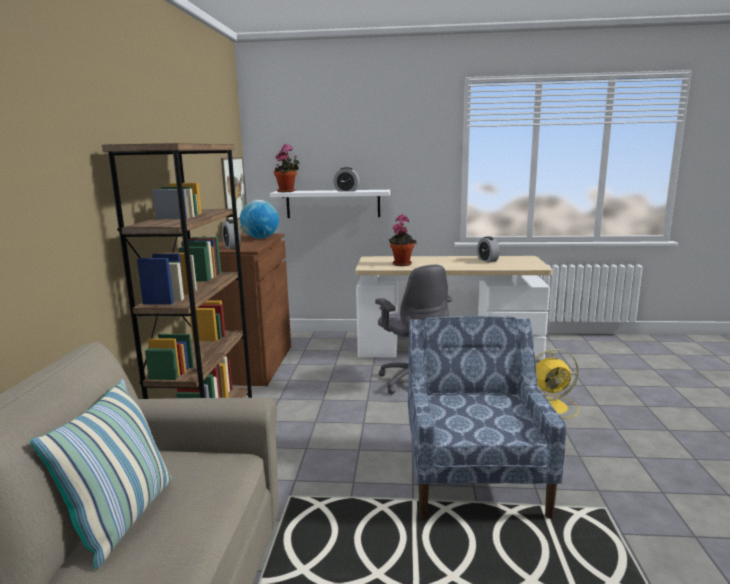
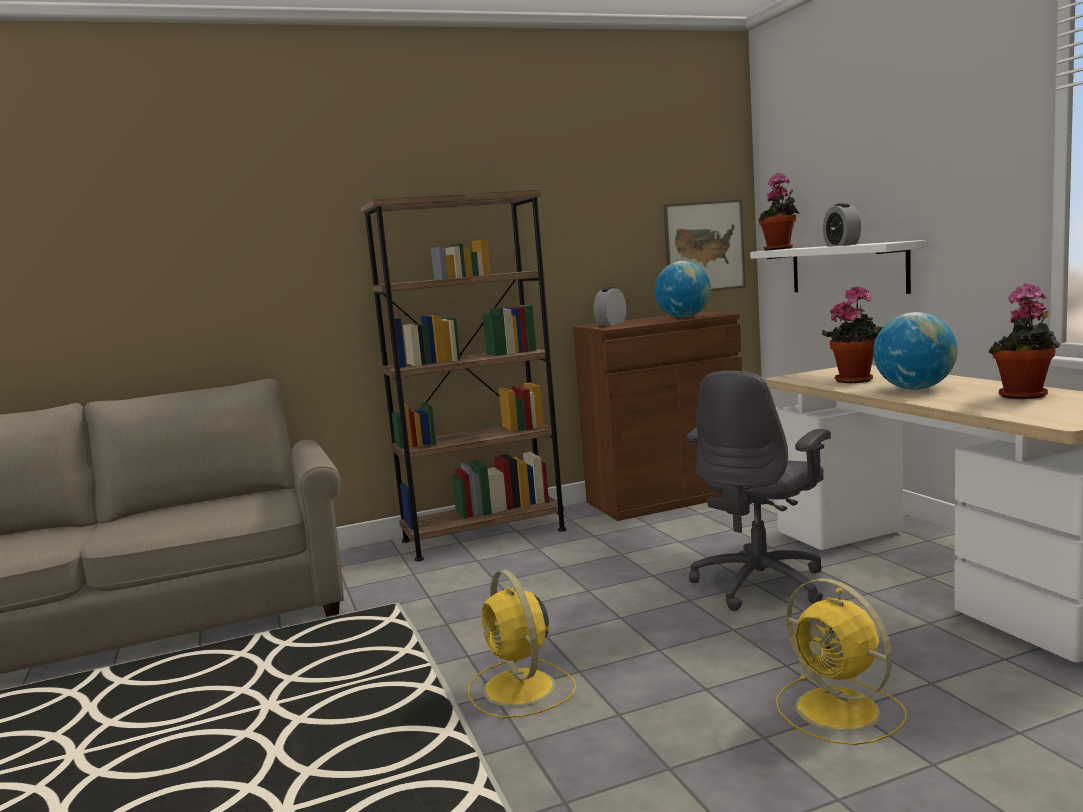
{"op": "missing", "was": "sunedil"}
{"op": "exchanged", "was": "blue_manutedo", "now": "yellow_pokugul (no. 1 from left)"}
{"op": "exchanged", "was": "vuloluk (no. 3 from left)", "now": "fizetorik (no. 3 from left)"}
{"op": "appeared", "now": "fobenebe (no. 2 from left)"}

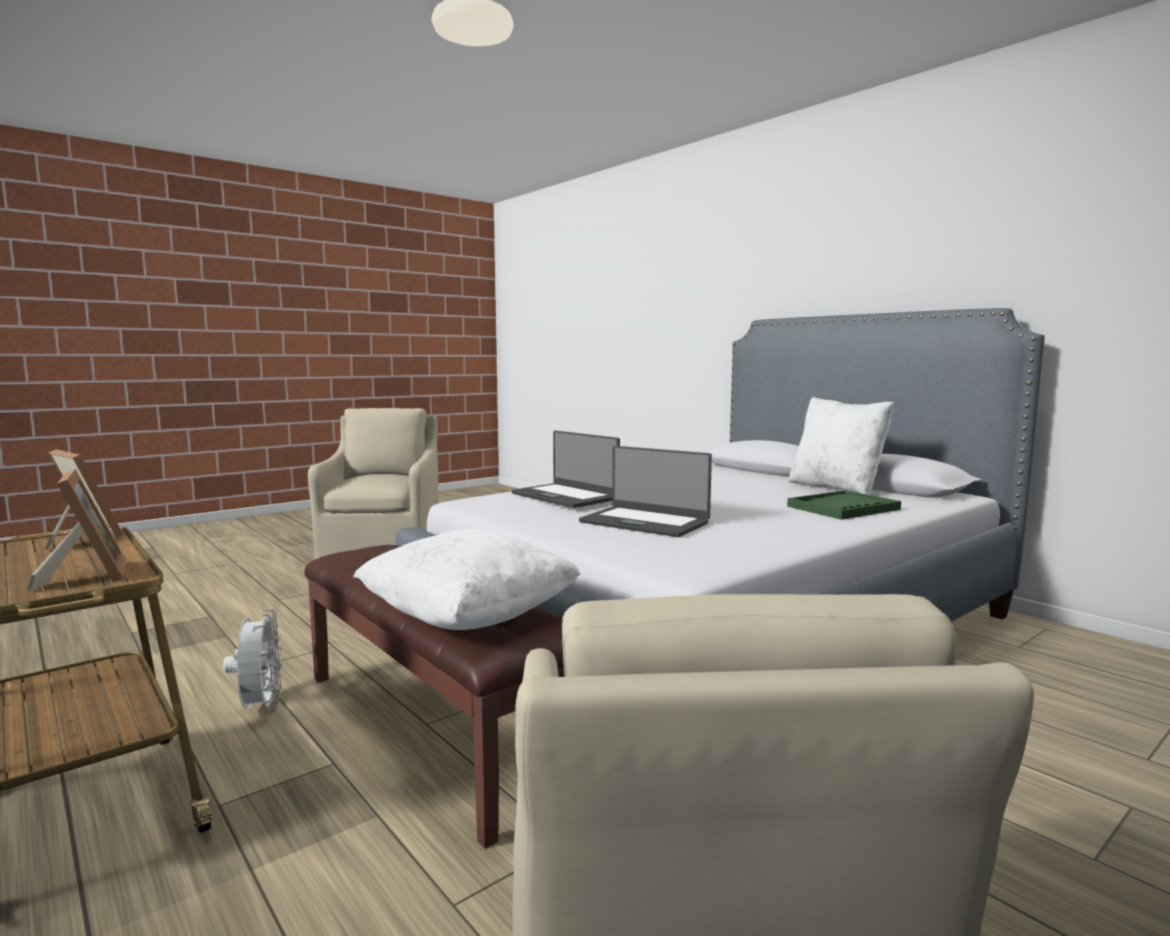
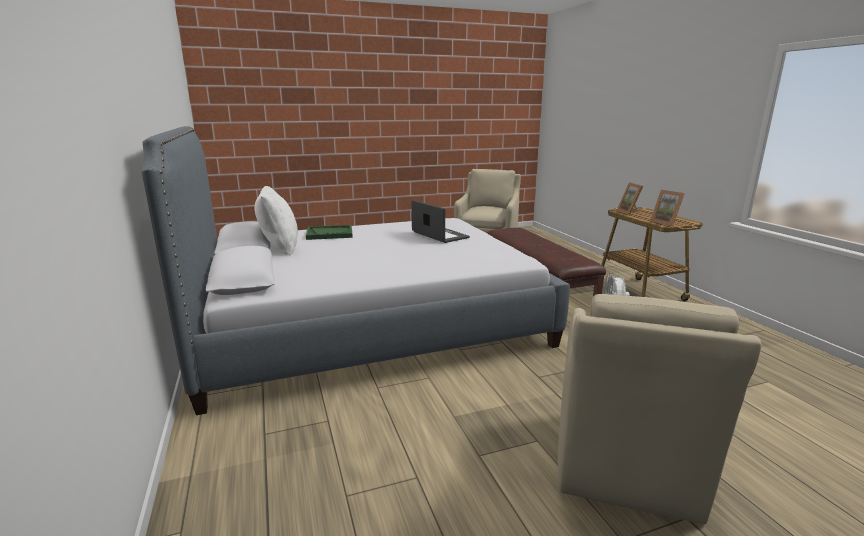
{"op": "missing", "was": "white_sunedil (no. 1 from left)"}
{"op": "missing", "was": "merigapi (no. 1 from left)"}

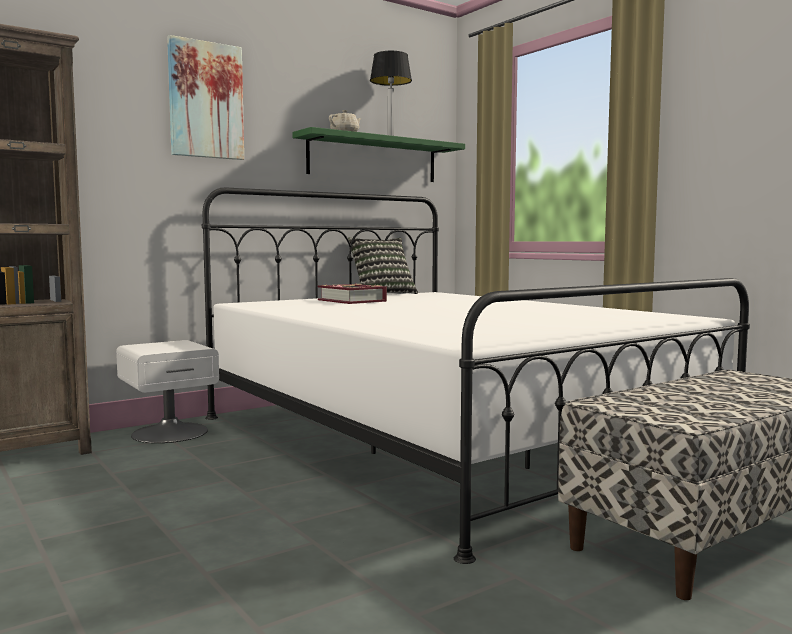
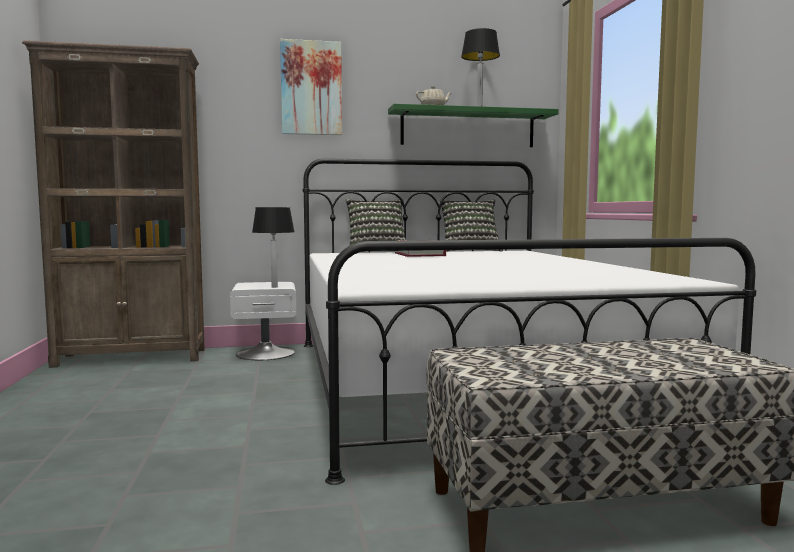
{"op": "appeared", "now": "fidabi (no. 1 from left)"}
{"op": "appeared", "now": "sunedil (no. 1 from left)"}

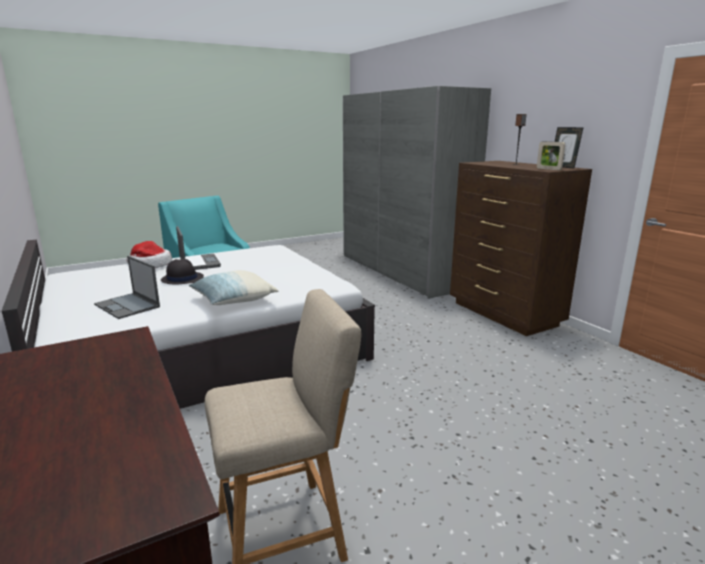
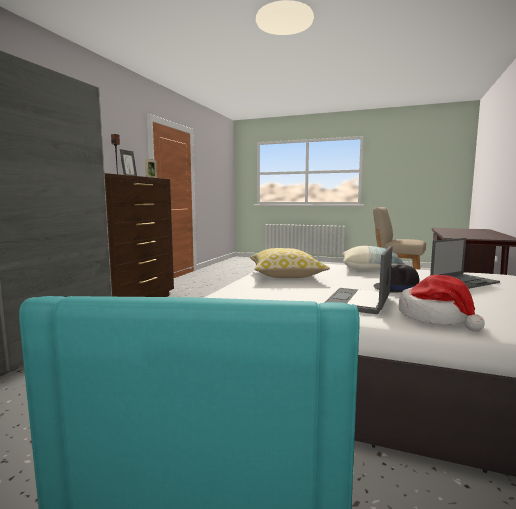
{"op": "spun", "was": "merigapi (no. 1 from left in the first image)", "clockwise": 60}
{"op": "appeared", "now": "sunedil (no. 1 from left)"}

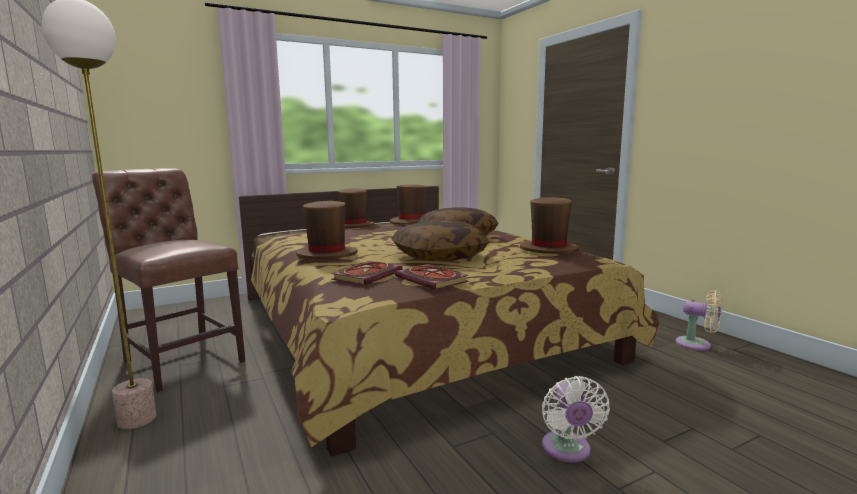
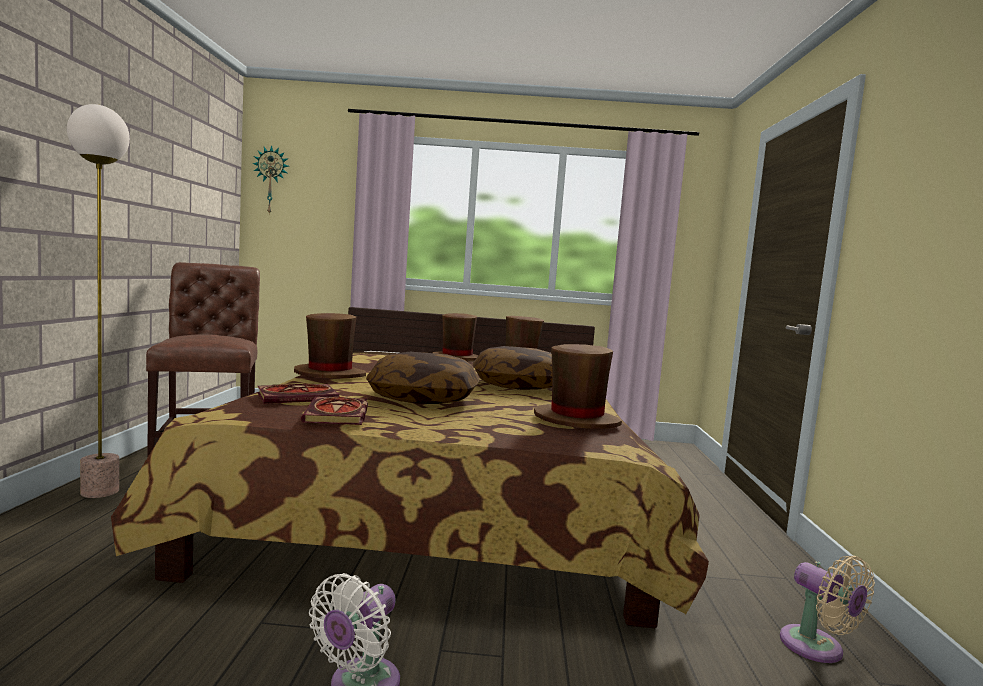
{"op": "appeared", "now": "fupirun"}

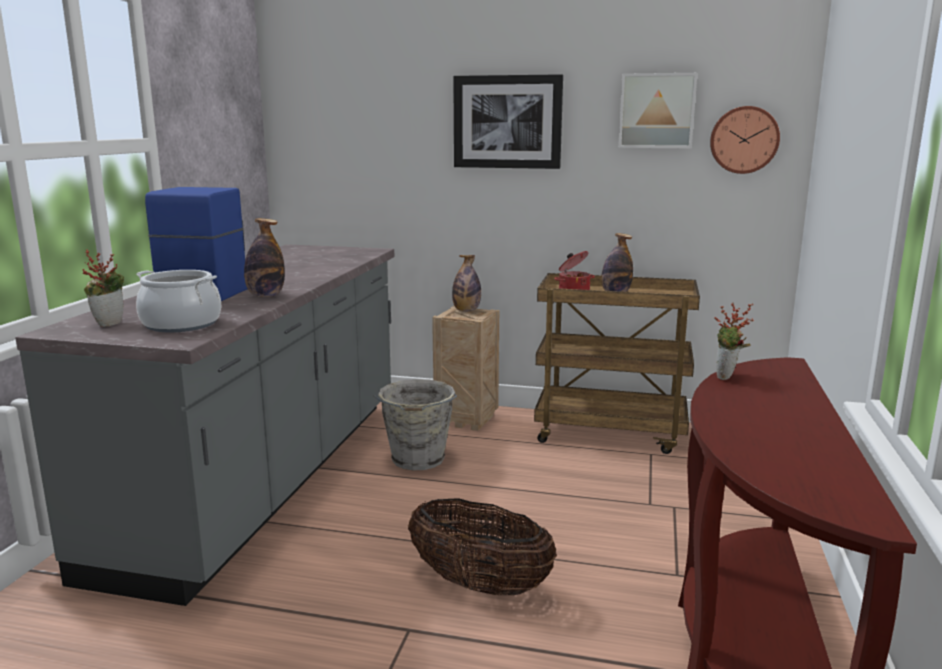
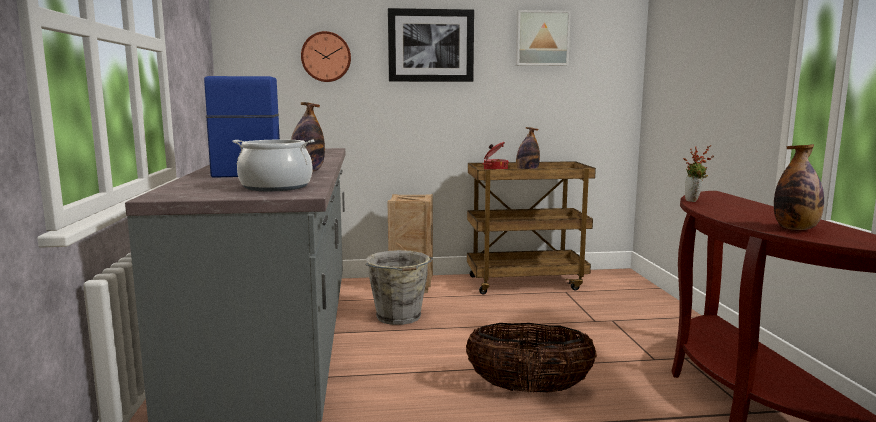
{"op": "missing", "was": "fizetorik (no. 1 from left)"}
{"op": "relocated", "was": "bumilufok (no. 2 from left in the first image)", "now": "bumilufok (no. 3 from left)"}
{"op": "relocated", "was": "fupirun"}

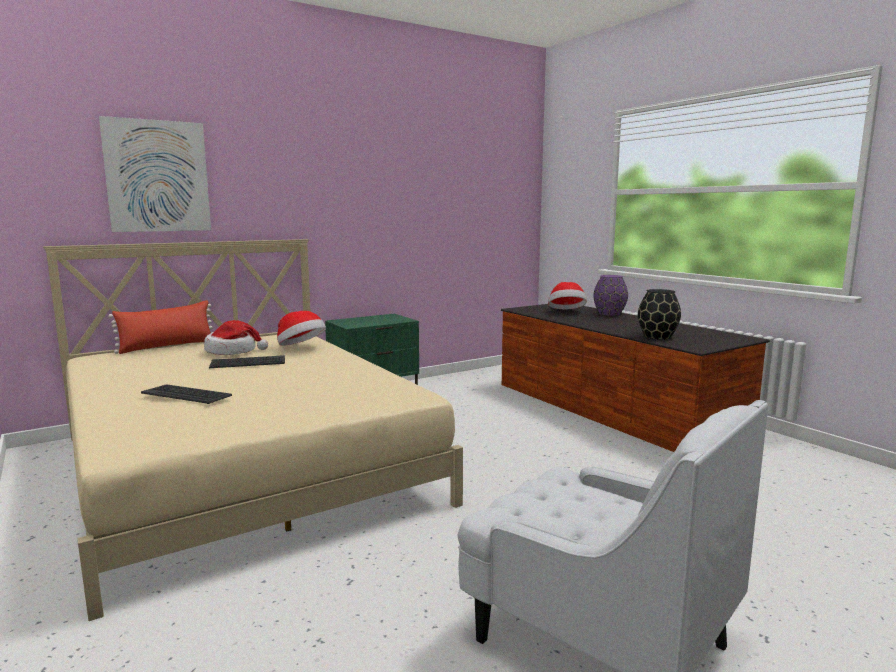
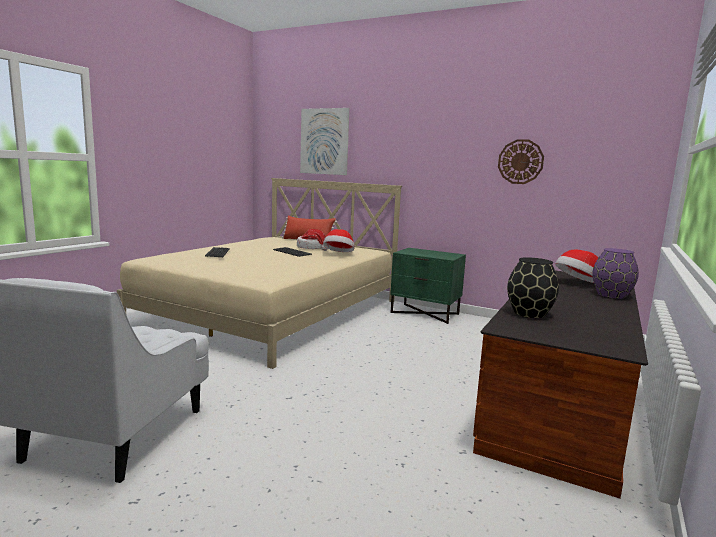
{"op": "appeared", "now": "fupirun"}

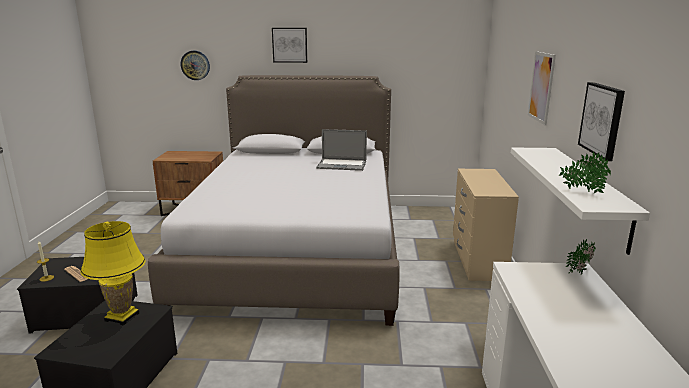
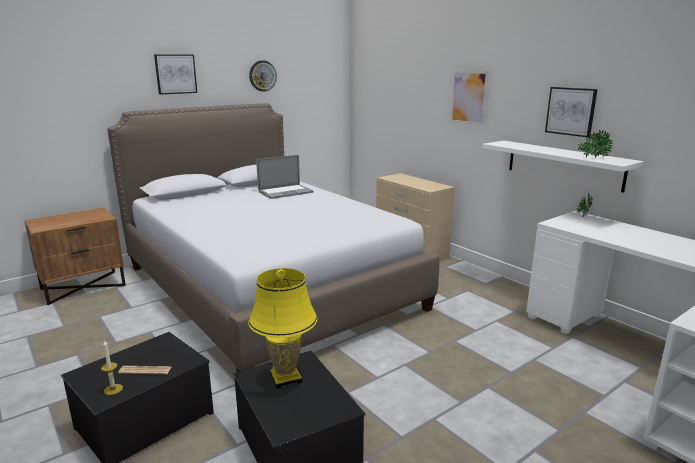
{"op": "relocated", "was": "fupirun"}

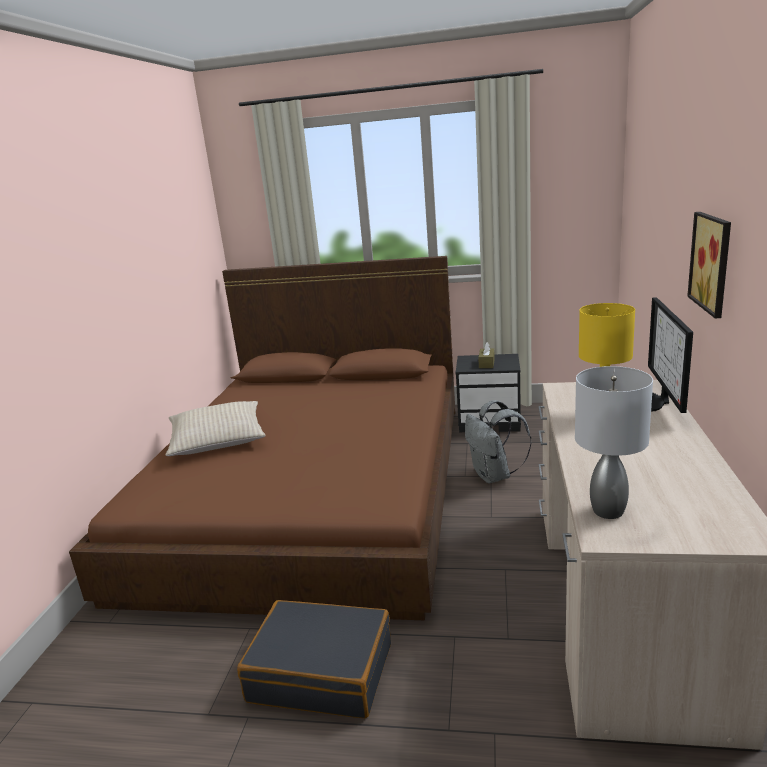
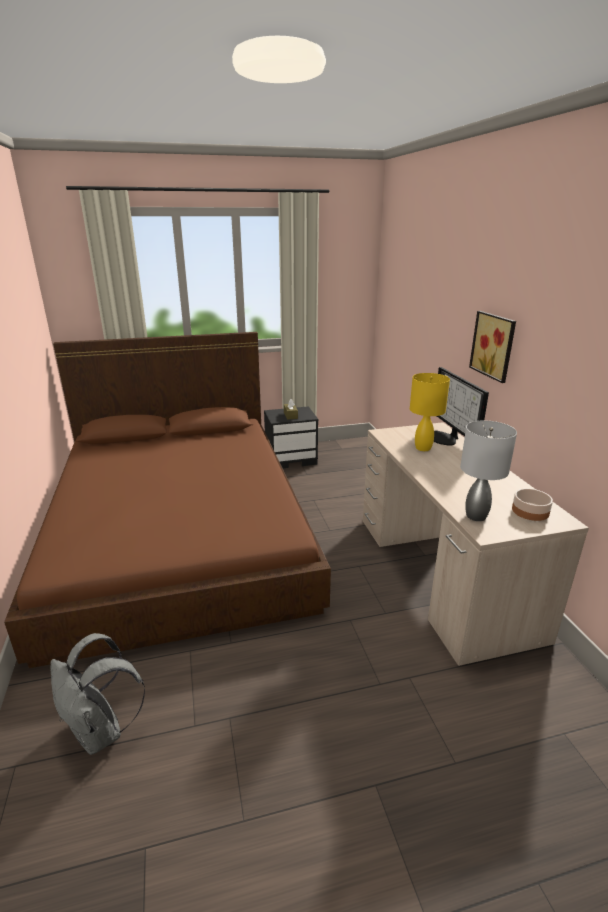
{"op": "missing", "was": "beige_sunedil"}
{"op": "missing", "was": "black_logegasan"}
{"op": "relocated", "was": "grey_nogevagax"}
{"op": "appeared", "now": "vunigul"}

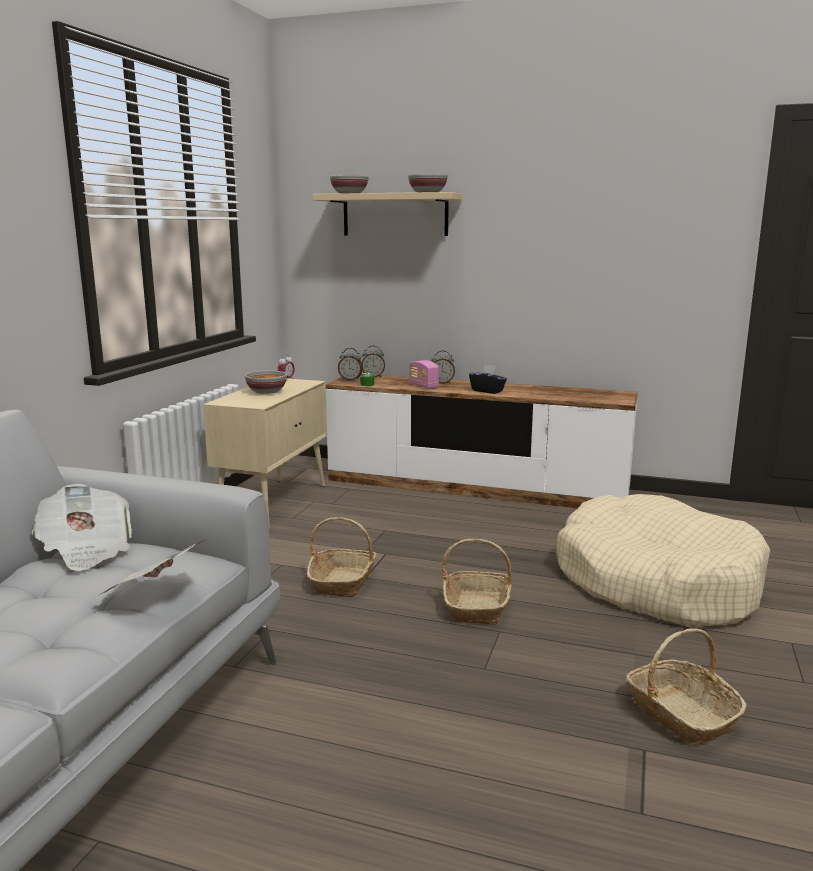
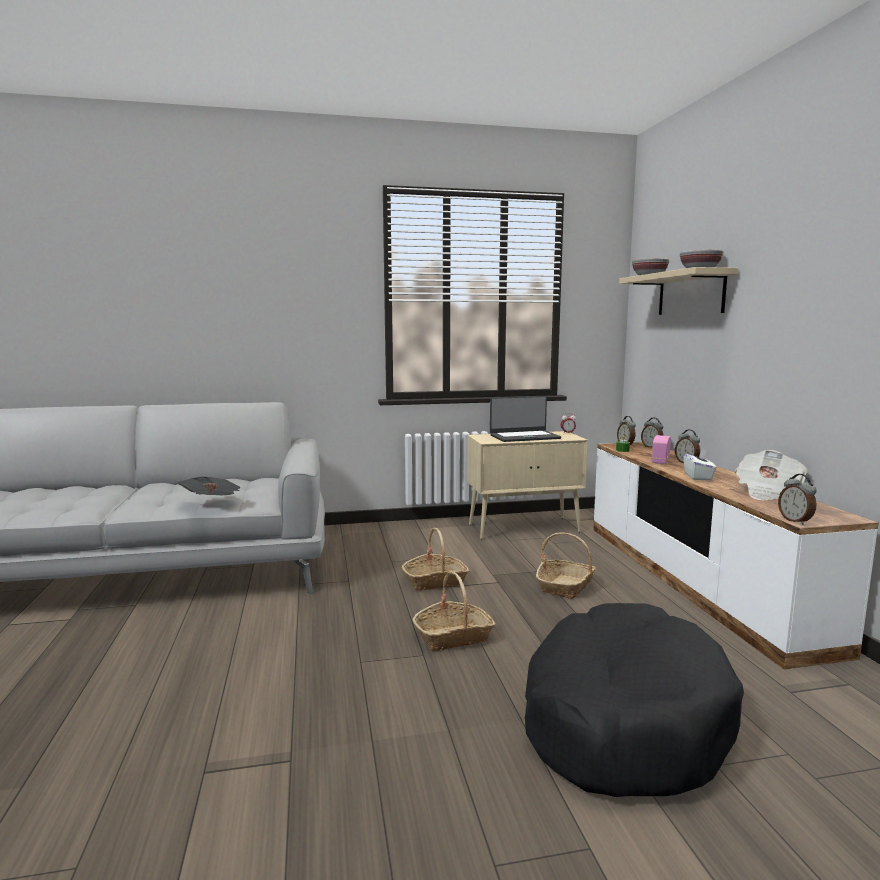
{"op": "relocated", "was": "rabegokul (no. 1 from left in the first image)", "now": "rabegokul (no. 2 from left)"}
{"op": "exchanged", "was": "vunigul (no. 1 from left)", "now": "merigapi"}
{"op": "colour", "was": "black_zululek", "now": "white_zululek"}
{"op": "colour", "was": "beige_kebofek", "now": "black_kebofek"}
{"op": "relocated", "was": "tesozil (no. 3 from left)"}
{"op": "appeared", "now": "vuloluk (no. 5 from left)"}

